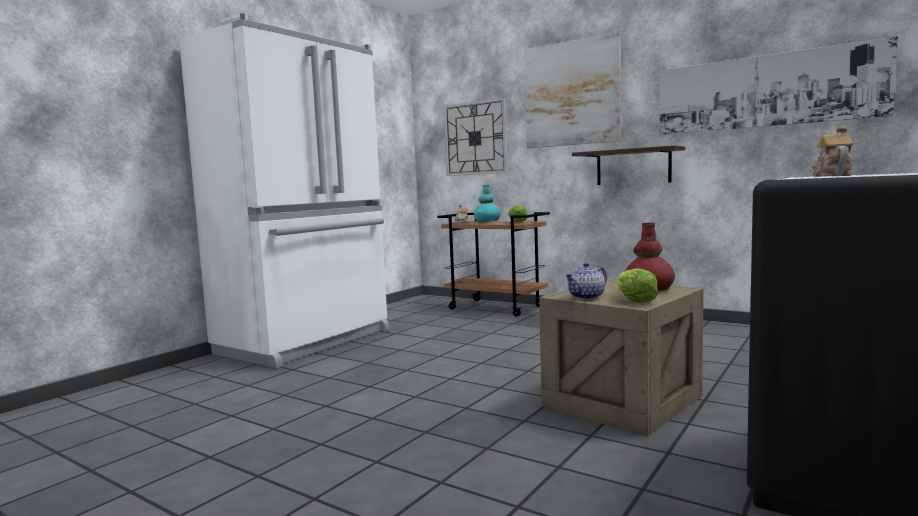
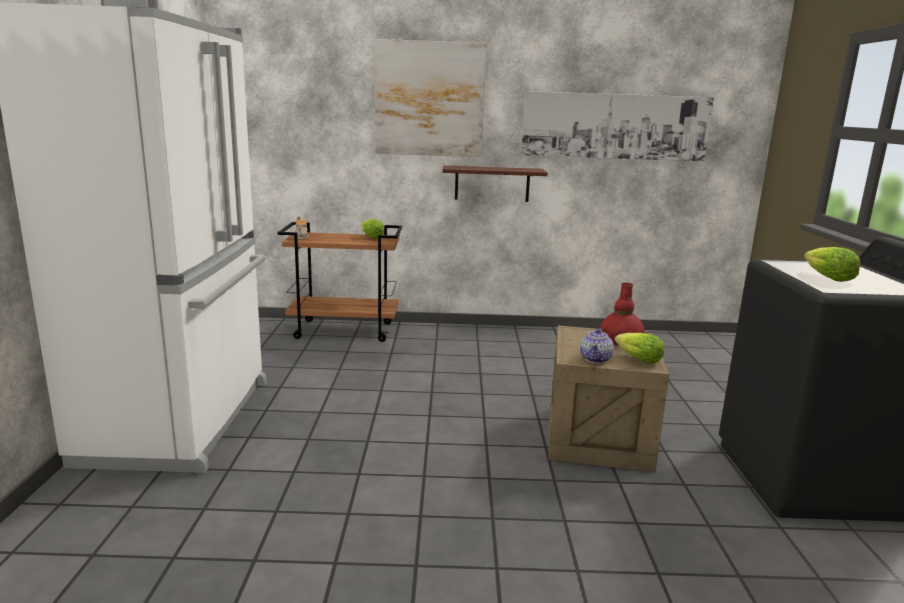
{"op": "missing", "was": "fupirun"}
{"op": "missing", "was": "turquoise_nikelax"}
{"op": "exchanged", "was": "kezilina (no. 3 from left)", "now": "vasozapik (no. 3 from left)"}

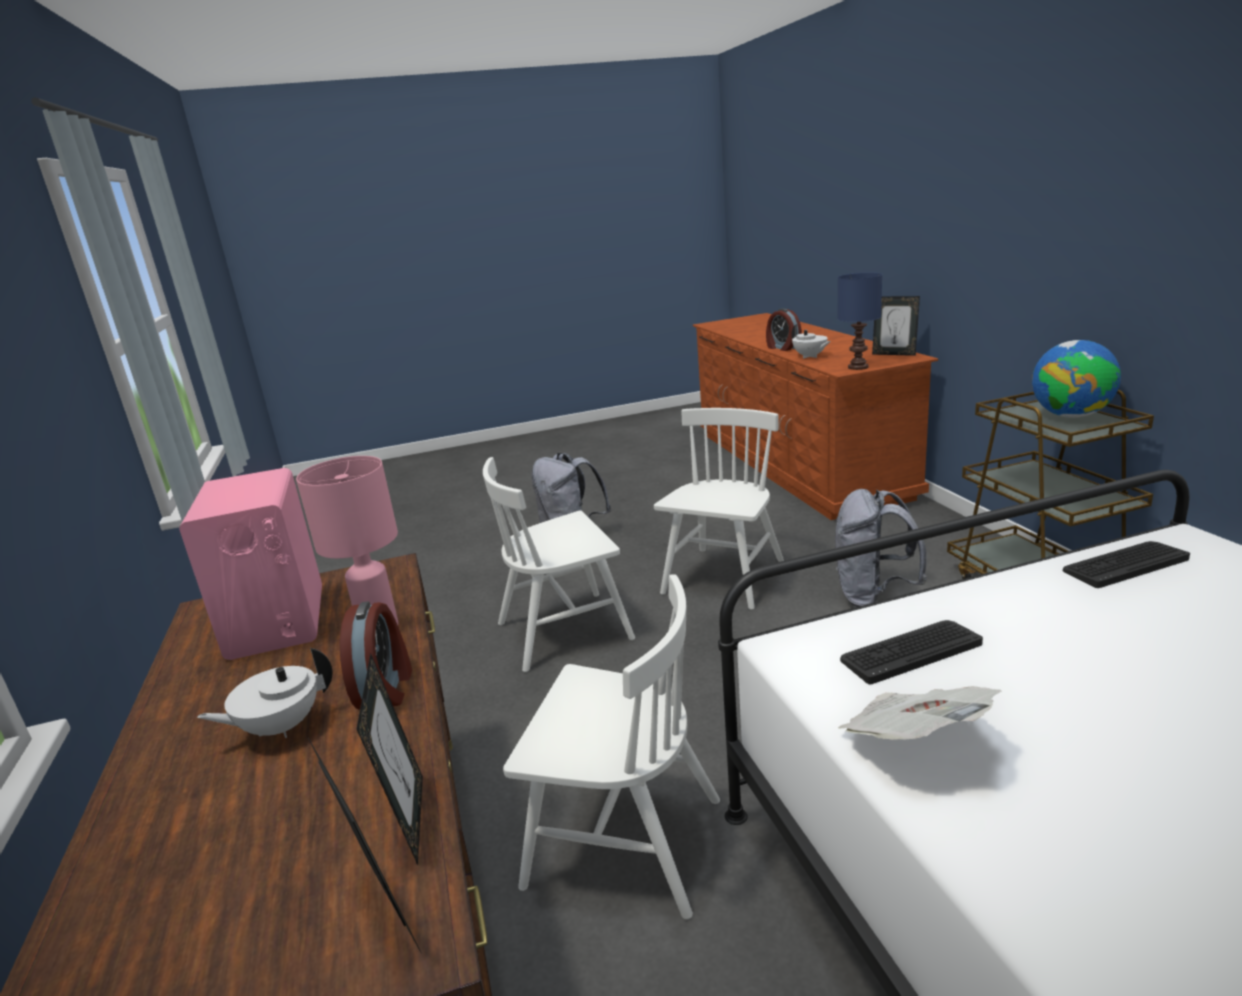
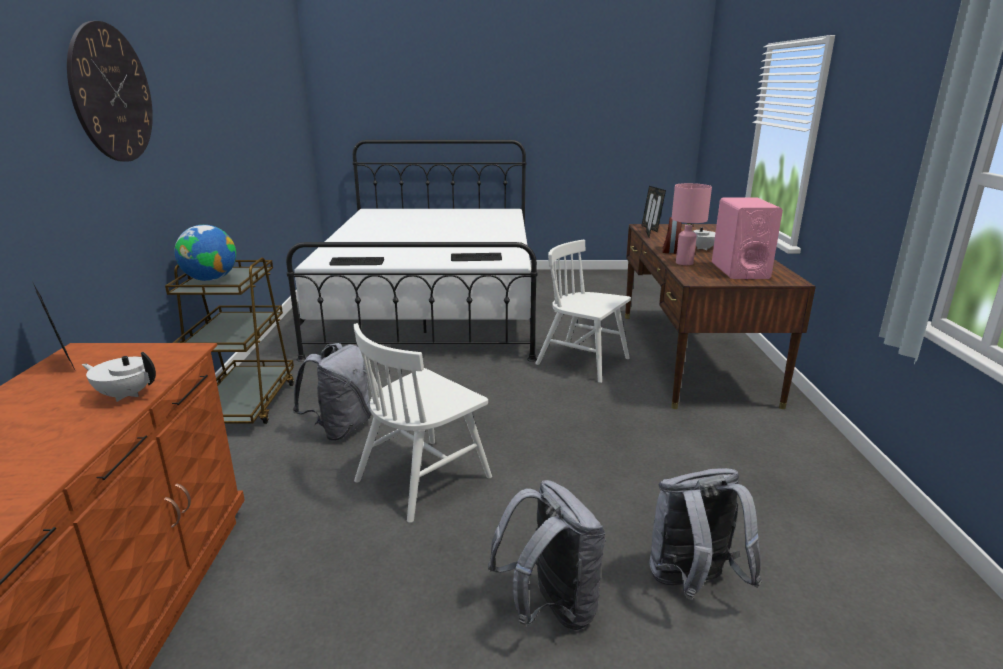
{"op": "missing", "was": "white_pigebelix (no. 1 from left)"}
{"op": "missing", "was": "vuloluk (no. 2 from left)"}
{"op": "spun", "was": "white_kezilina (no. 2 from left in the first image)", "clockwise": -60}
{"op": "missing", "was": "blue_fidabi"}
{"op": "missing", "was": "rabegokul"}
{"op": "appeared", "now": "fupirun"}
{"op": "appeared", "now": "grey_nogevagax (no. 3 from left)"}

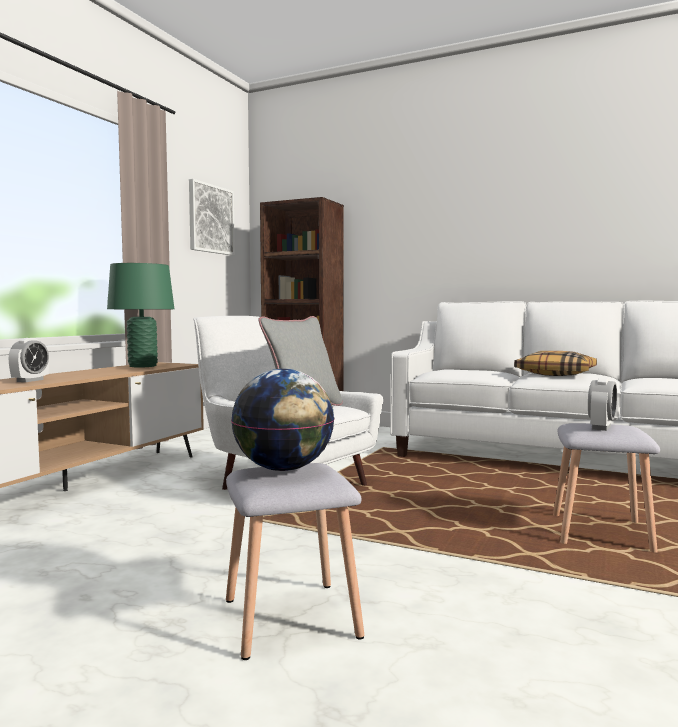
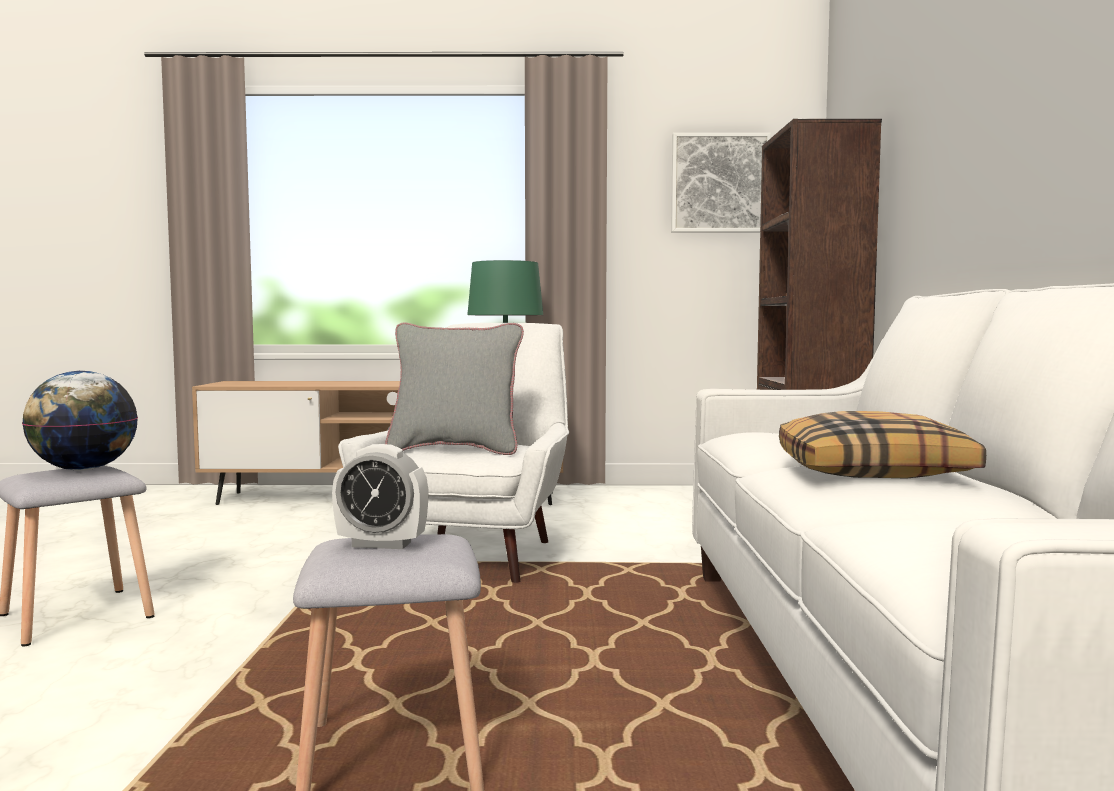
{"op": "missing", "was": "vuloluk (no. 1 from left)"}

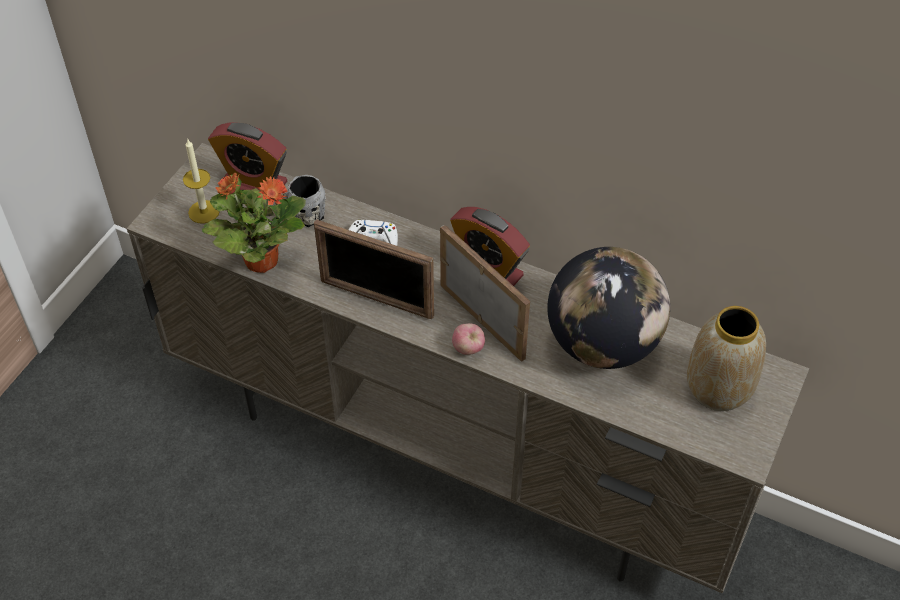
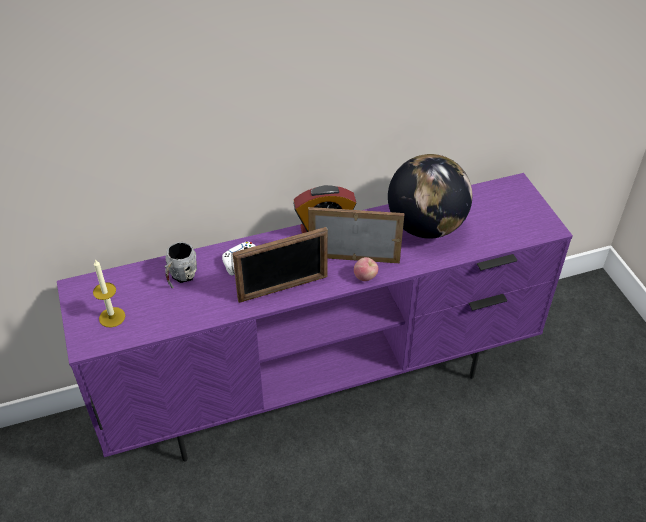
{"op": "colour", "was": "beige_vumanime", "now": "purple_vumanime"}
{"op": "missing", "was": "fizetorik"}
{"op": "missing", "was": "vuloluk (no. 1 from left)"}
{"op": "missing", "was": "nikelax"}

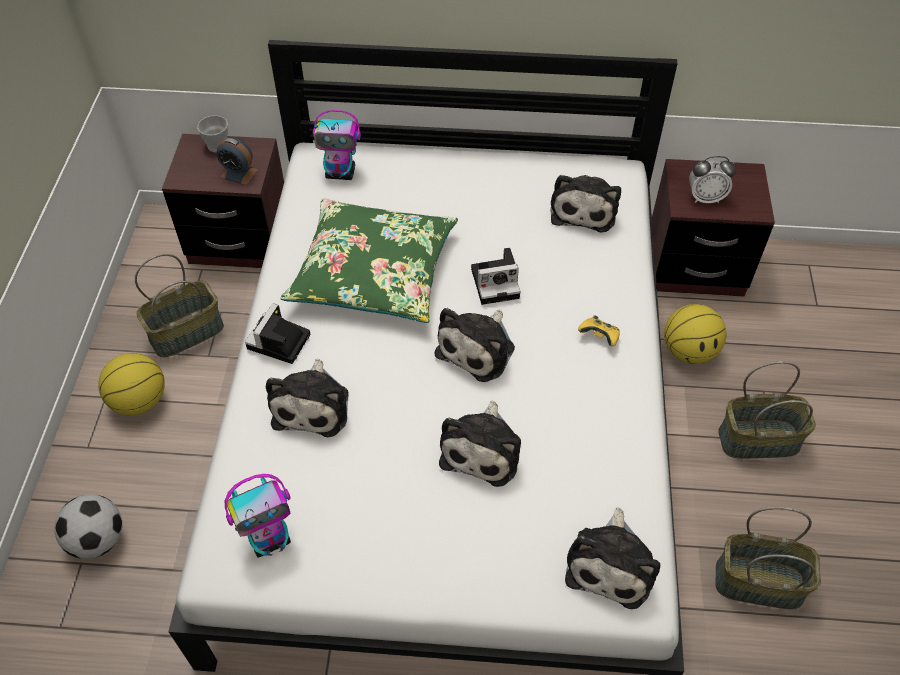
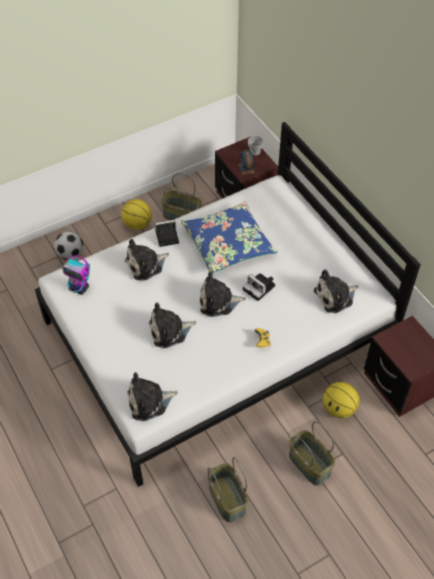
{"op": "colour", "was": "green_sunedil", "now": "blue_sunedil"}
{"op": "missing", "was": "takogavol (no. 2 from left)"}
{"op": "missing", "was": "vuloluk (no. 2 from left)"}

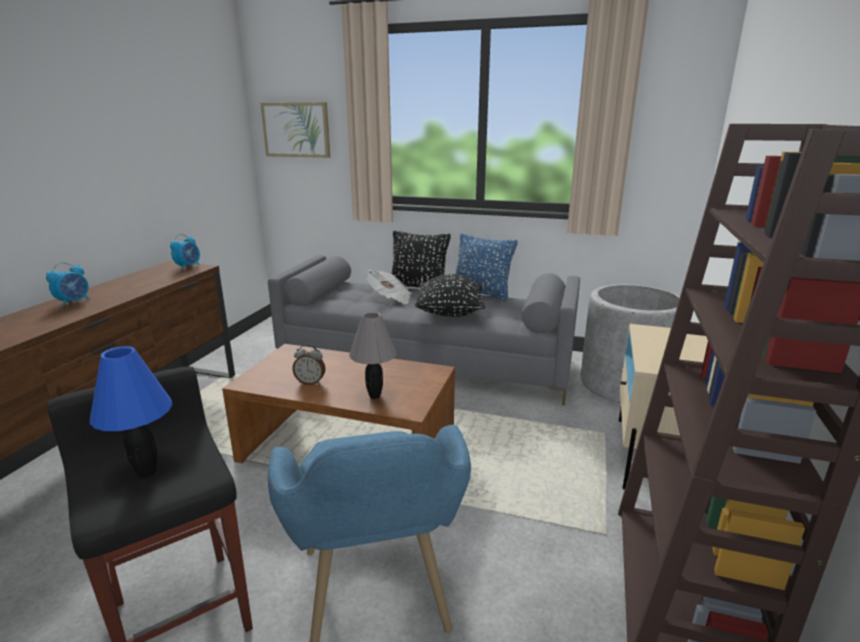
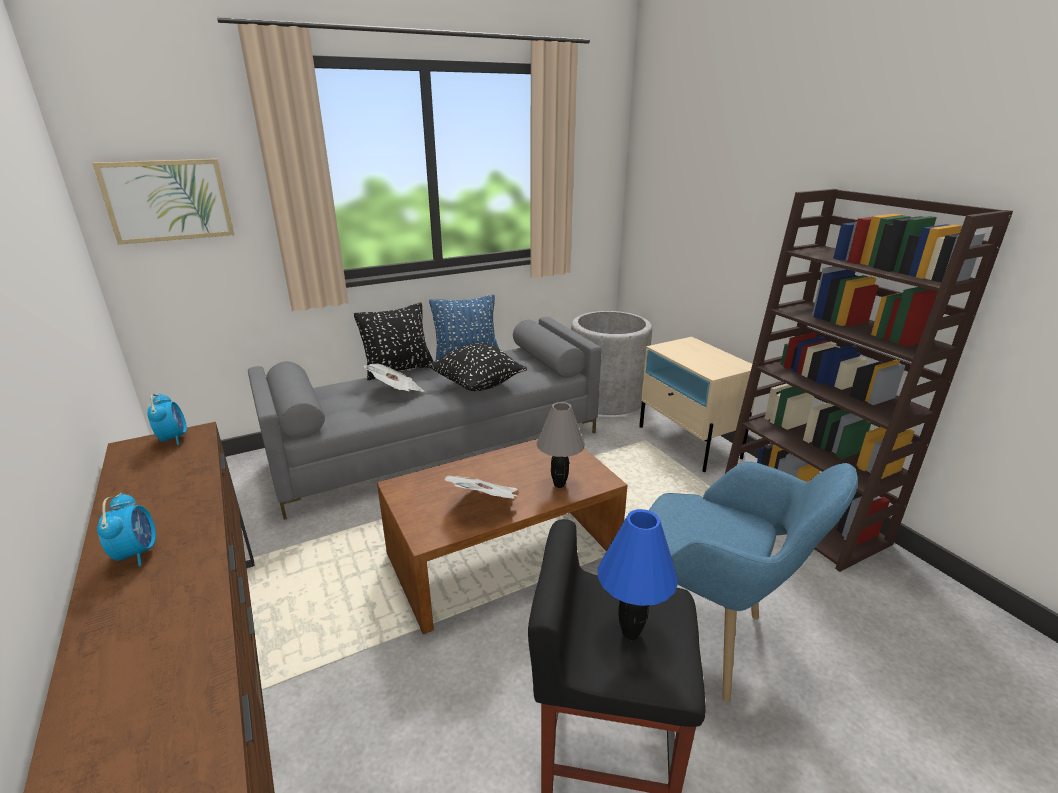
{"op": "exchanged", "was": "vuloluk (no. 3 from left)", "now": "rabegokul (no. 2 from left)"}

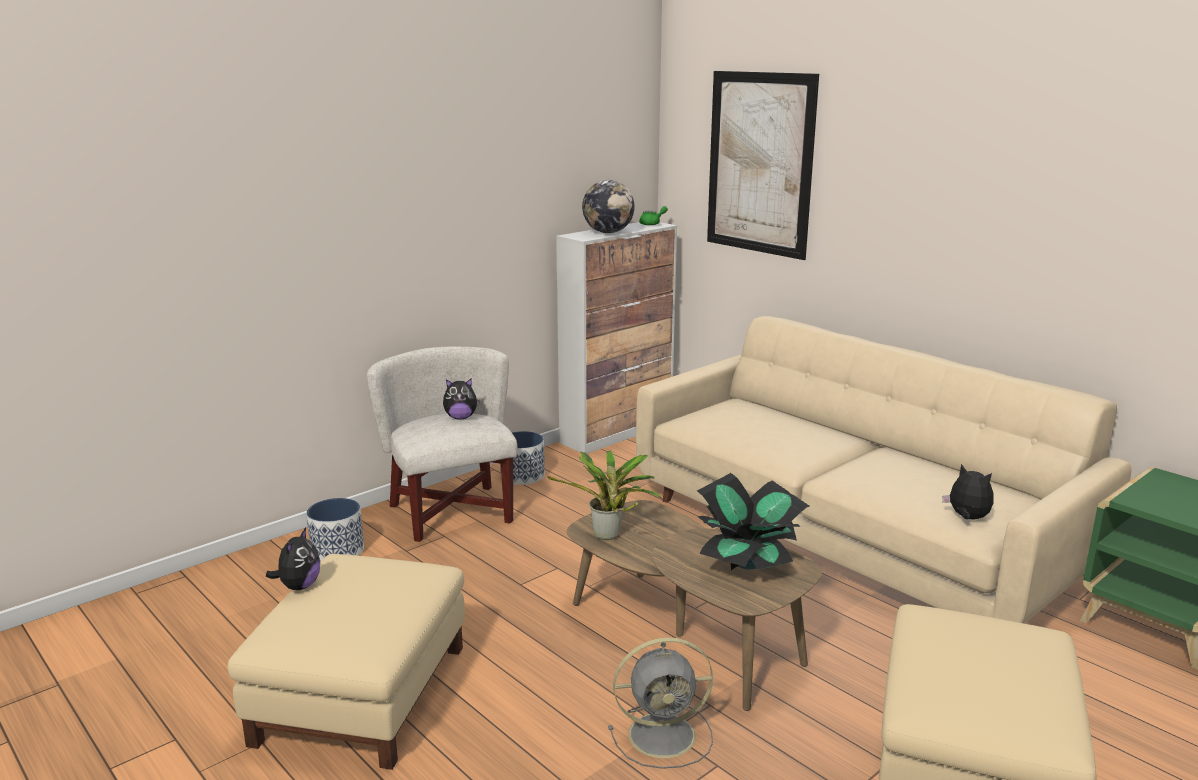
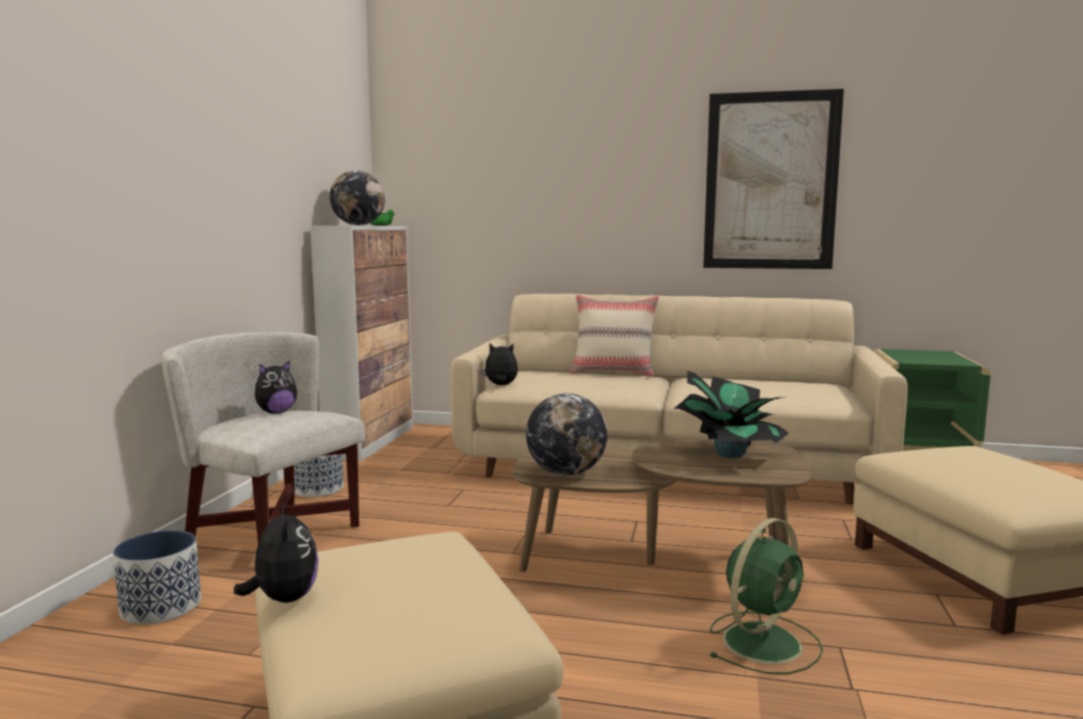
{"op": "exchanged", "was": "fizetorik (no. 1 from left)", "now": "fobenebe (no. 2 from left)"}
{"op": "colour", "was": "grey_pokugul", "now": "green_pokugul"}
{"op": "relocated", "was": "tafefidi"}
{"op": "relocated", "was": "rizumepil (no. 3 from left)"}
{"op": "appeared", "now": "beige_sunedil"}

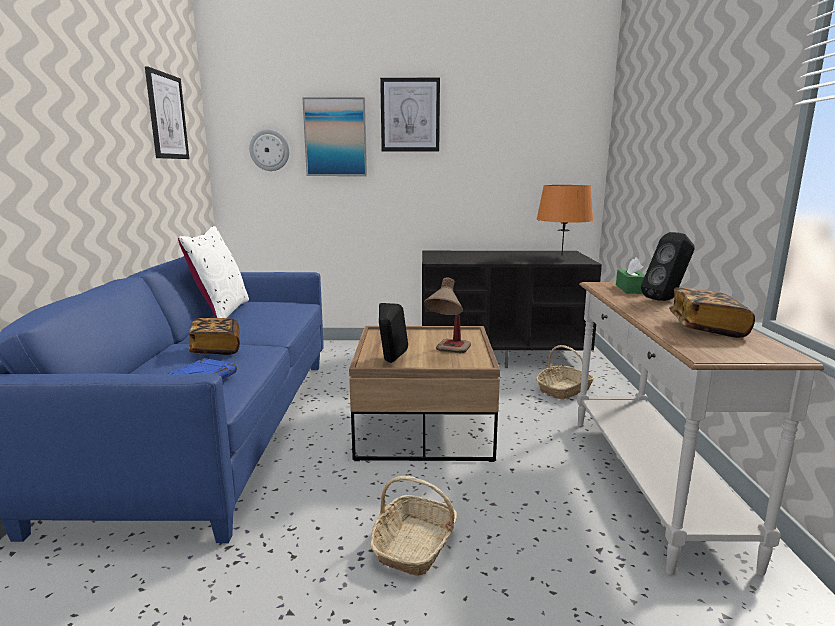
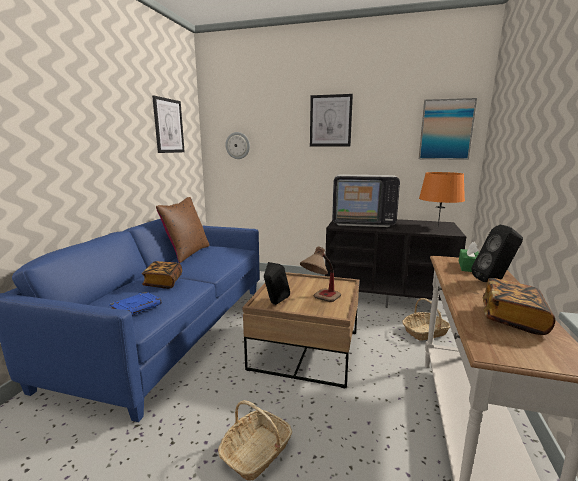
{"op": "colour", "was": "white_sunedil", "now": "brown_sunedil"}
{"op": "relocated", "was": "tafefidi (no. 2 from left in the first image)", "now": "tafefidi (no. 3 from left)"}
{"op": "appeared", "now": "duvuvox"}

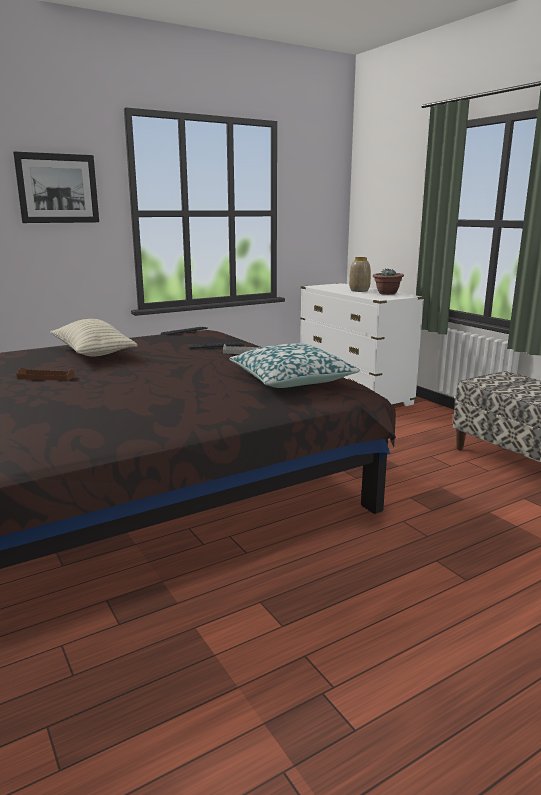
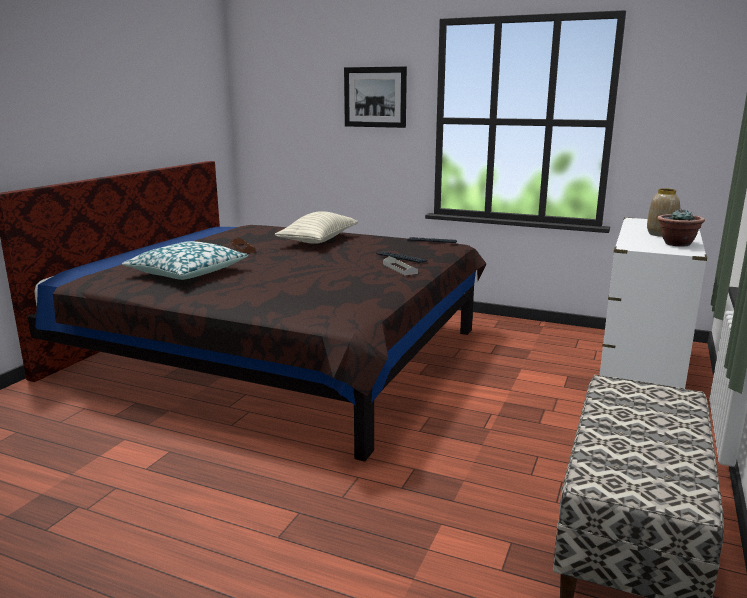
{"op": "relocated", "was": "sunedil (no. 2 from left in the first image)", "now": "sunedil (no. 1 from left)"}

